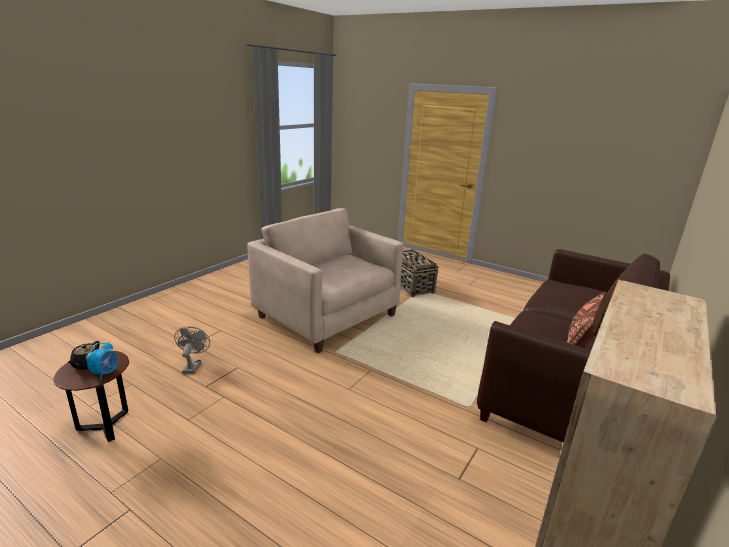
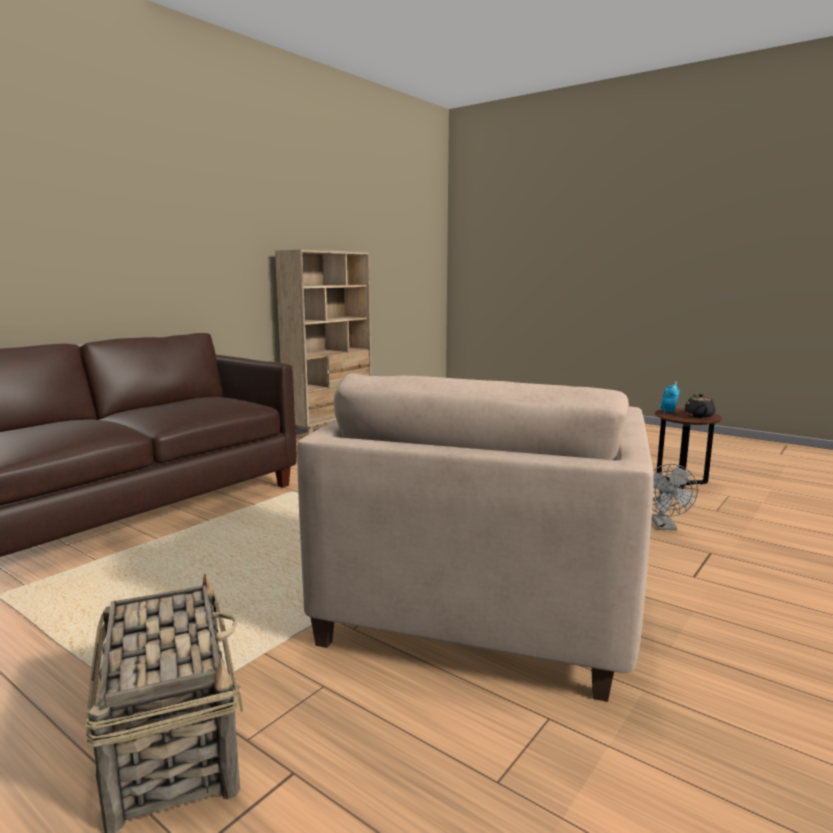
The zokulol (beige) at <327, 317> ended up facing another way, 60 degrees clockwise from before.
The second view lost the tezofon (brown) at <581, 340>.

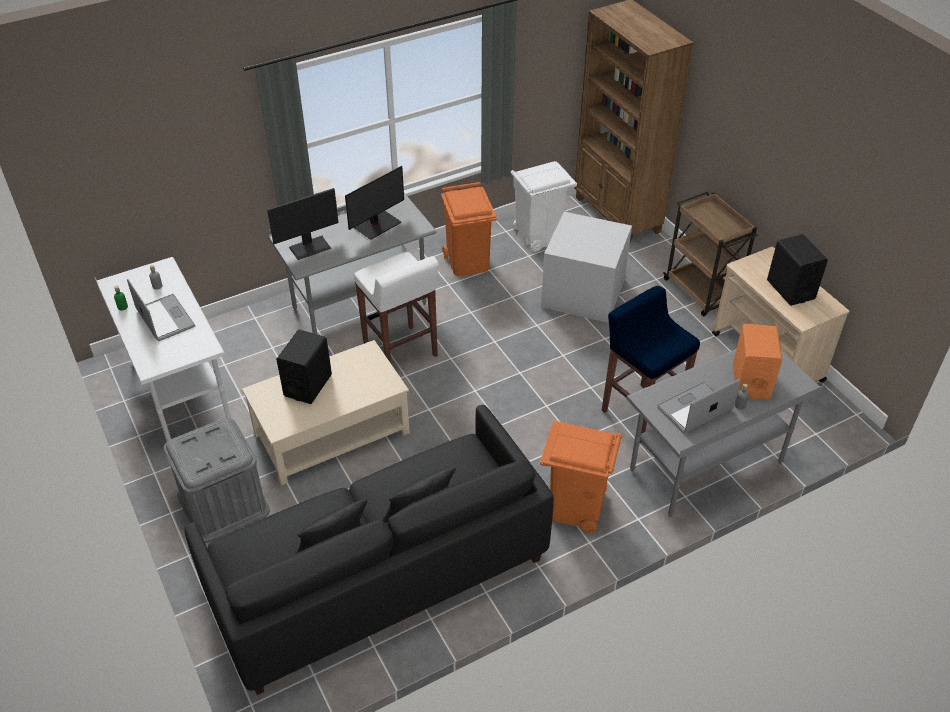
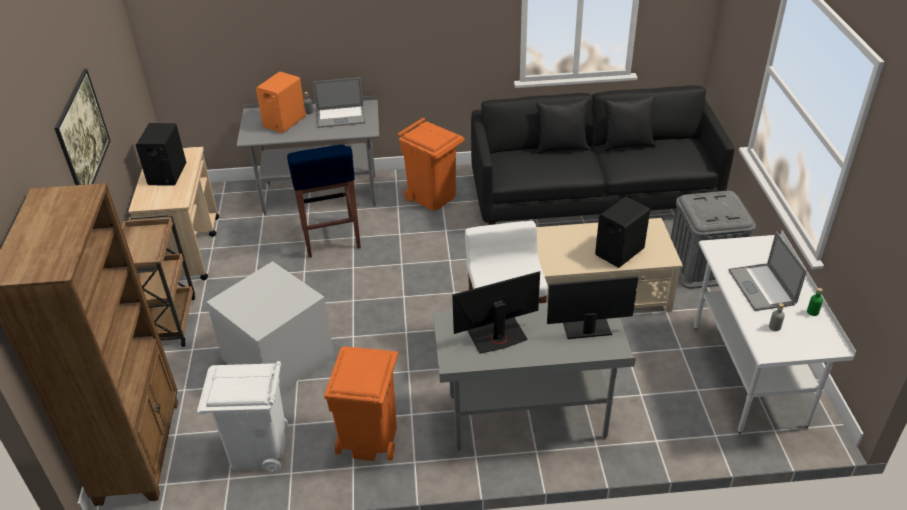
The second view gained the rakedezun at <89, 153>.

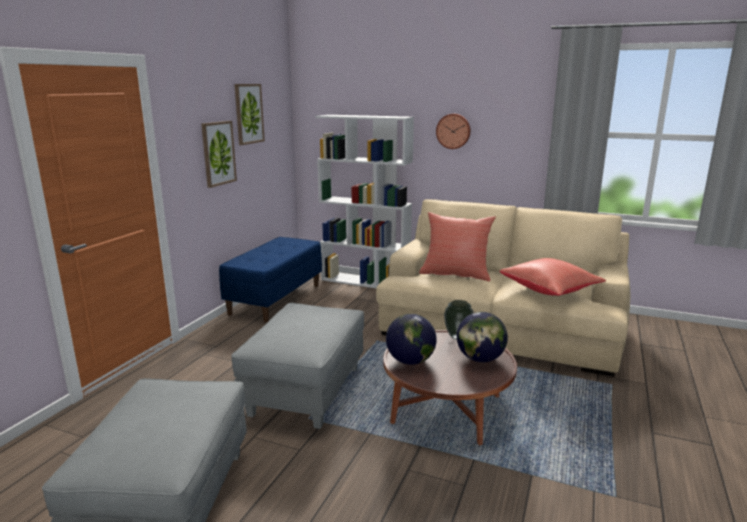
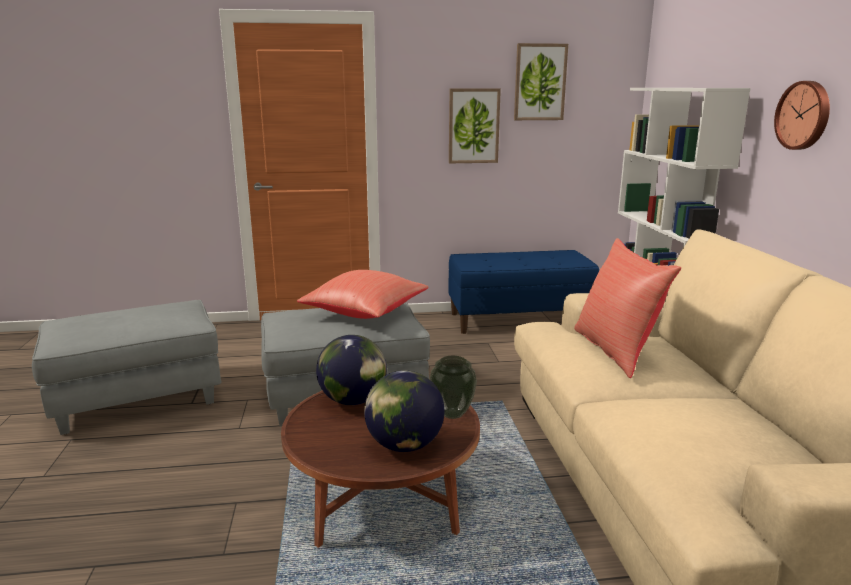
The tezofon (red) ended up elsewhere, having gone from <550, 290> to <366, 313>.

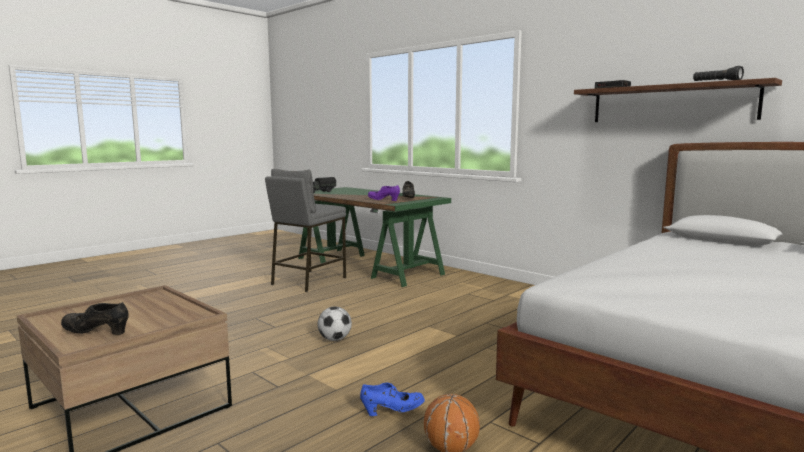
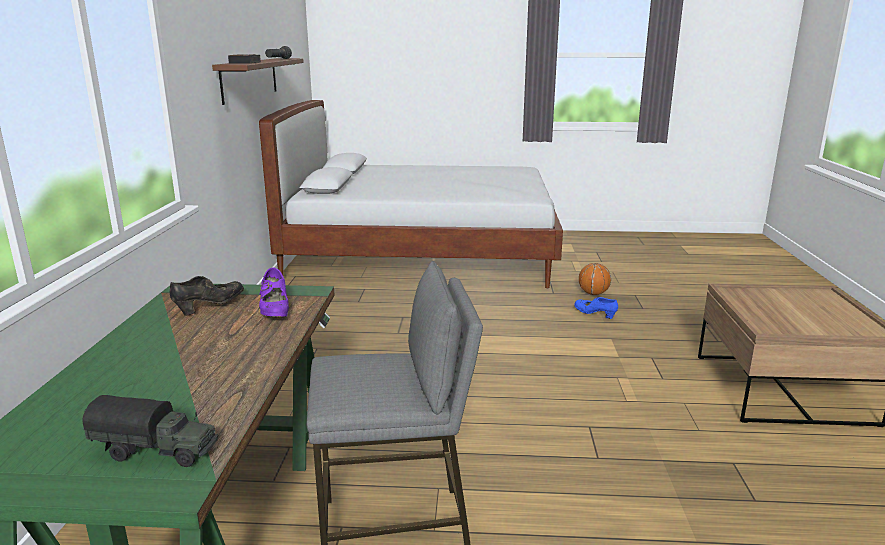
The second view lost the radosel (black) at <97, 333>.
The second view lost the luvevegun at <335, 339>.

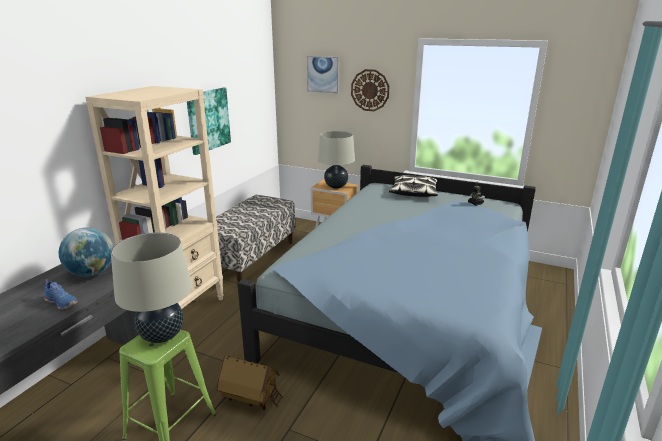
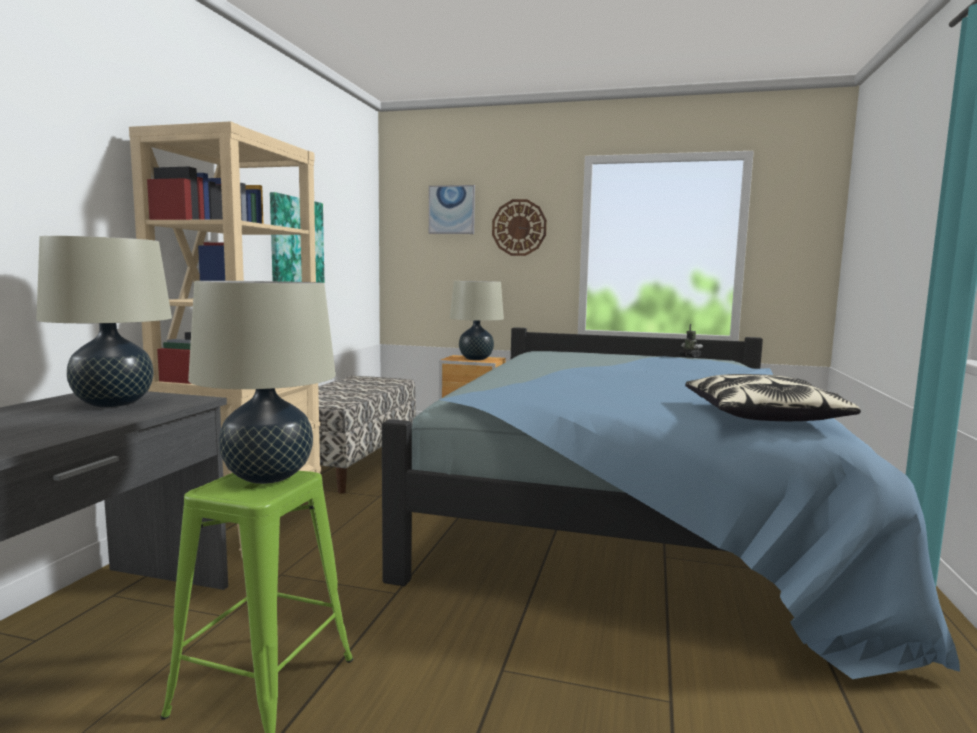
The second view lost the radosel (blue) at <62, 302>.
Where the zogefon stood at <92, 273>, the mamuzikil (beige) came to stand at <113, 403>.
The second view lost the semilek at <250, 399>.
The tezofon ended up elsewhere, having gone from <414, 192> to <761, 415>.

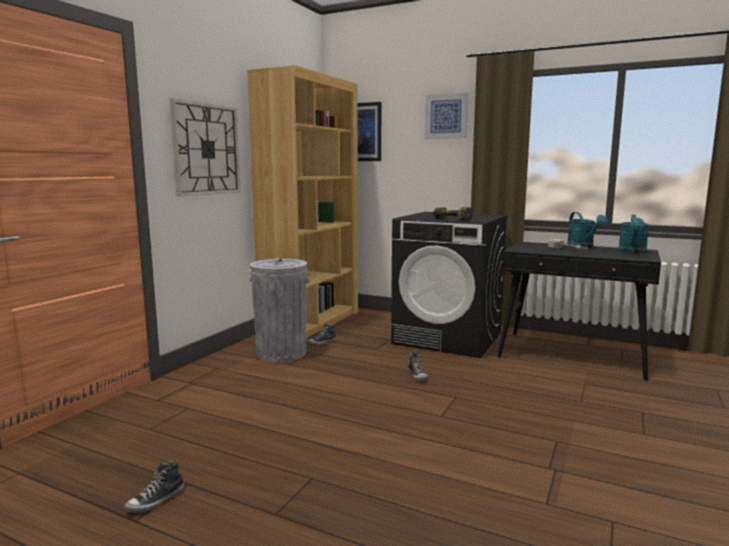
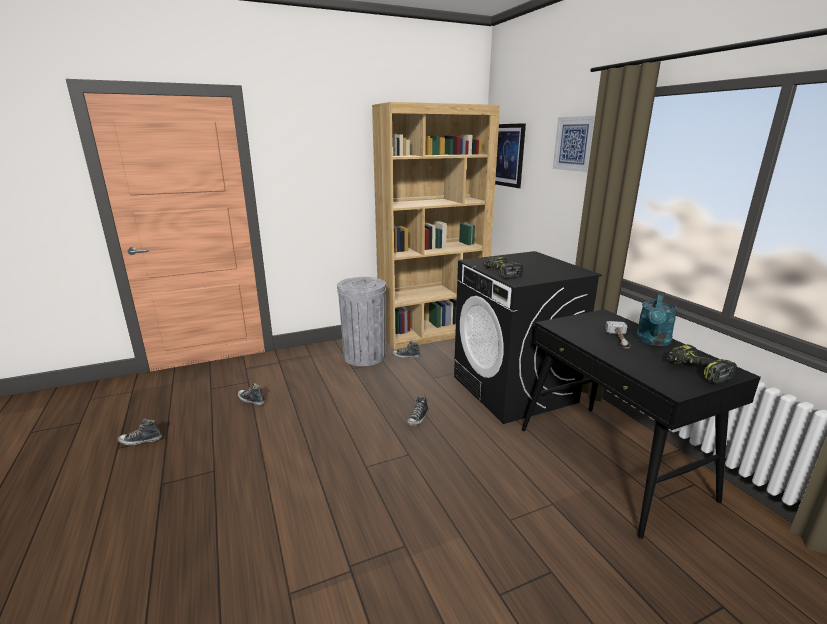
The second view lost the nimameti at <206, 149>.
Where the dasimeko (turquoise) stood at <632, 252>, the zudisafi came to stand at <695, 371>.
The second view gained the radosel at <251, 400>.

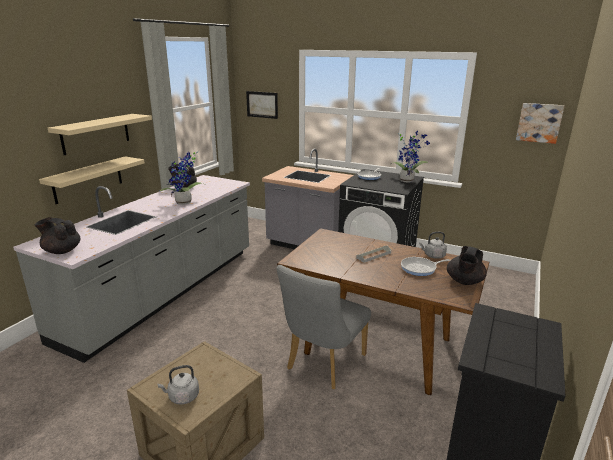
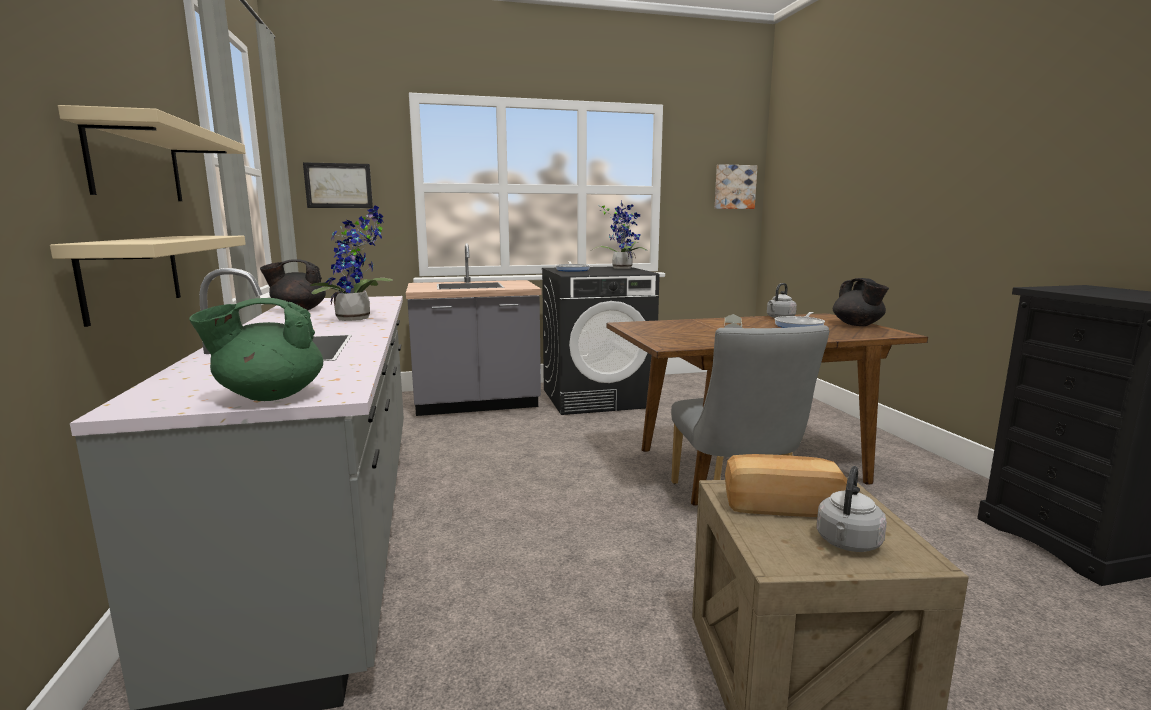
What was the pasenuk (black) at <62, 251> turned into the pasenuk (green) at <269, 396>.
The second view gained the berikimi at <781, 505>.

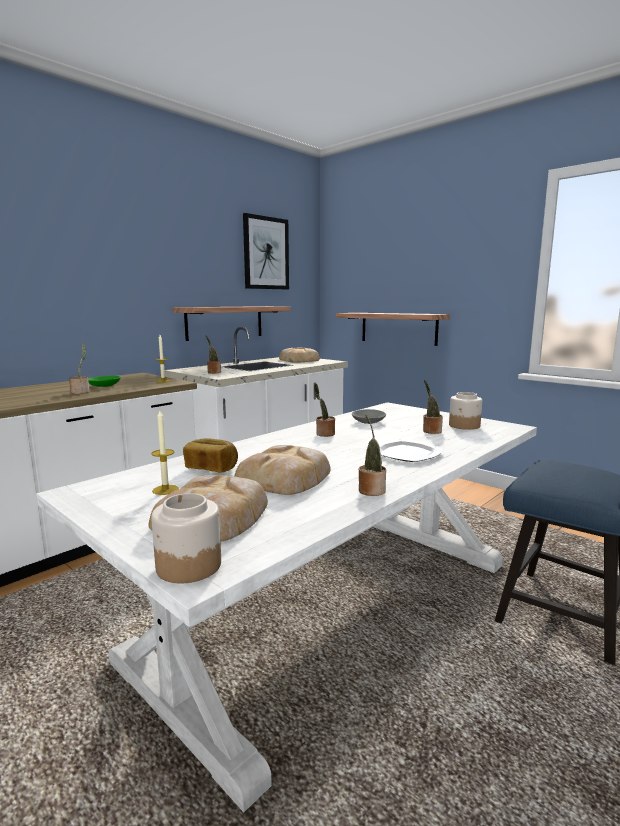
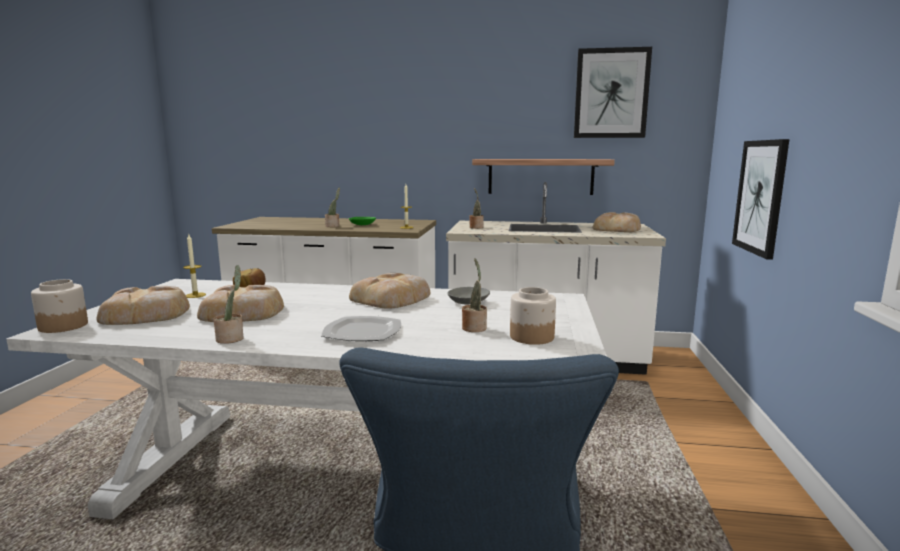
Where the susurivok stood at <324, 434>, the berikimi came to stand at <392, 298>.
Where the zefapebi hung at <398, 328>, the rakedezun came to hang at <760, 197>.

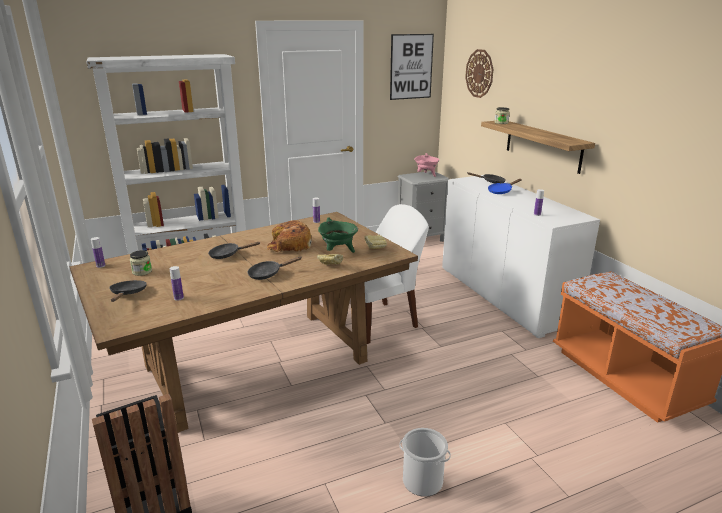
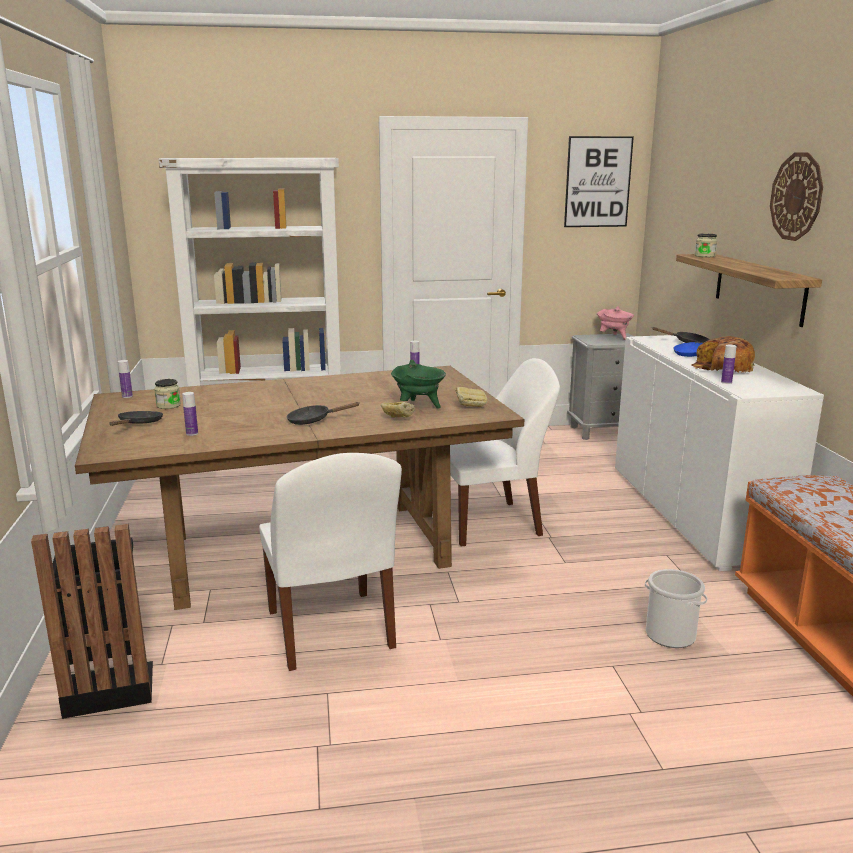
The second view lost the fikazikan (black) at <228, 255>.
The berikimi ended up elsewhere, having gone from <288, 246> to <721, 367>.
The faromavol ended up elsewhere, having gone from <422, 481> to <669, 635>.
The nimameti ended up elsewhere, having gone from <479, 73> to <796, 196>.
The second view gained the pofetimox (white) at <330, 632>.

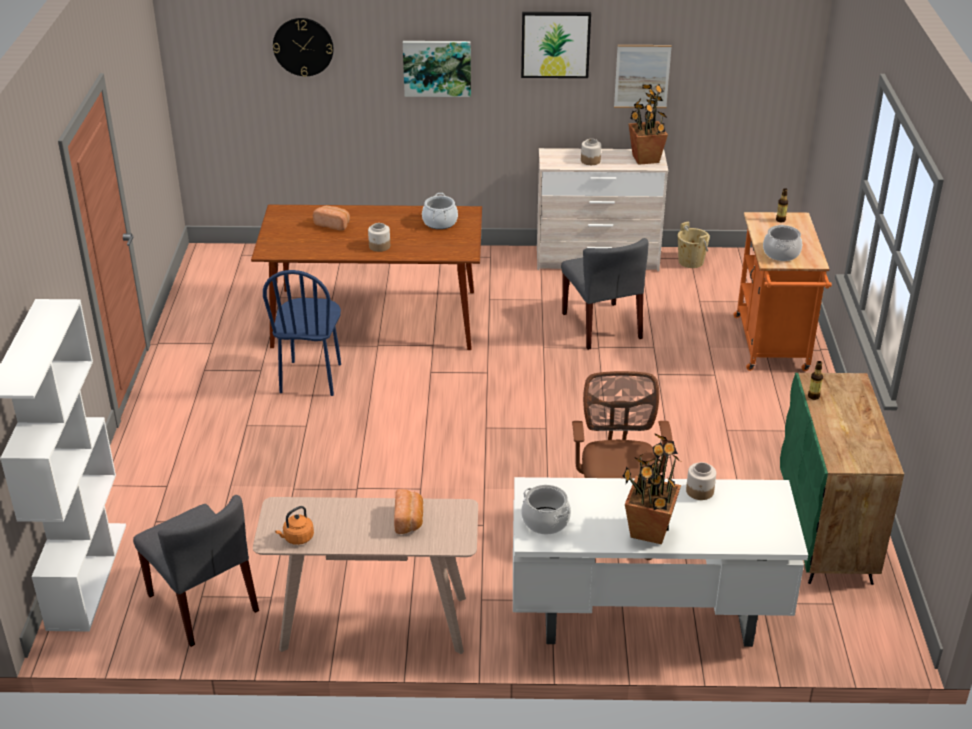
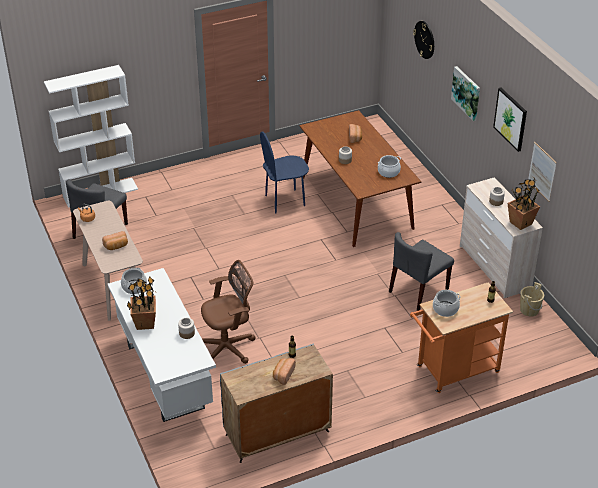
What was the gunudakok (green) at <826, 530> turned into the gunudakok (grey) at <277, 433>.
The second view gained the berikimi at <283, 375>.

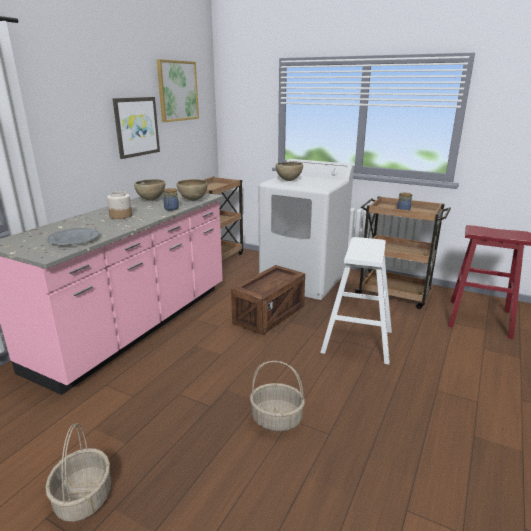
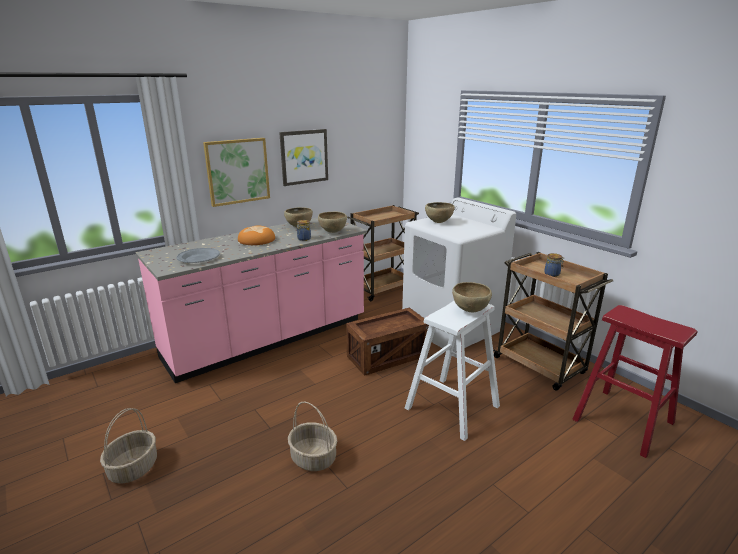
Where the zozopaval stood at <121, 216>, the berikimi came to stand at <257, 240>.
The rakedezun ended up elsewhere, having gone from <177, 91> to <237, 171>.
The second view gained the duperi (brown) at <470, 310>.

